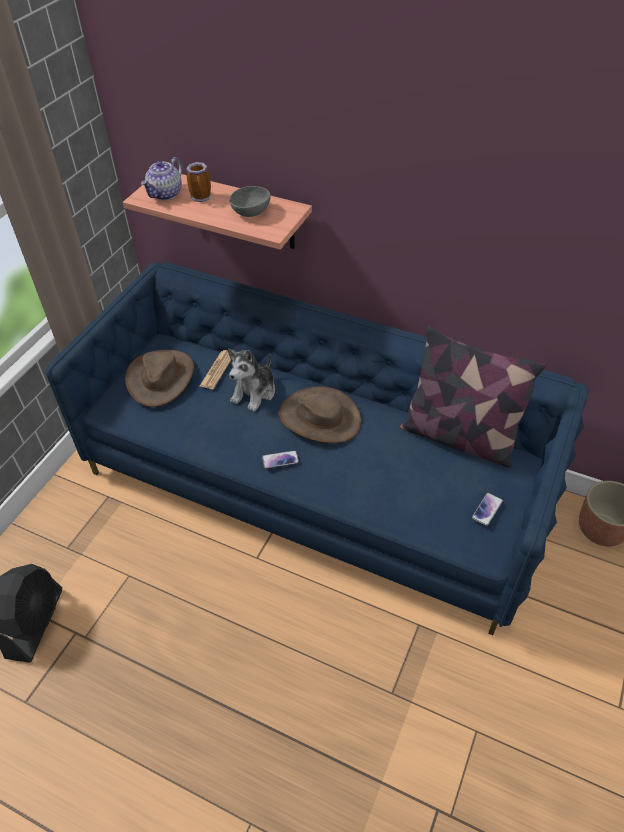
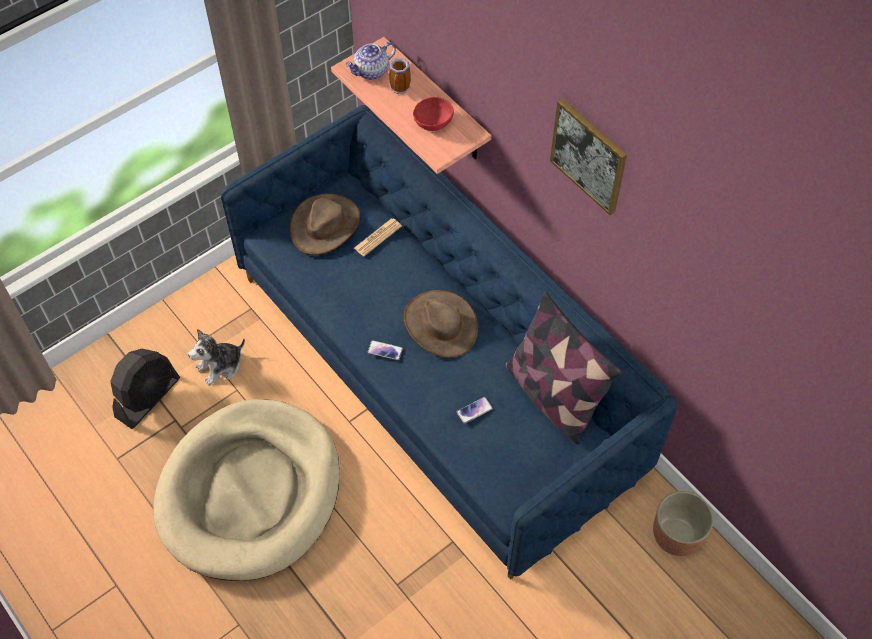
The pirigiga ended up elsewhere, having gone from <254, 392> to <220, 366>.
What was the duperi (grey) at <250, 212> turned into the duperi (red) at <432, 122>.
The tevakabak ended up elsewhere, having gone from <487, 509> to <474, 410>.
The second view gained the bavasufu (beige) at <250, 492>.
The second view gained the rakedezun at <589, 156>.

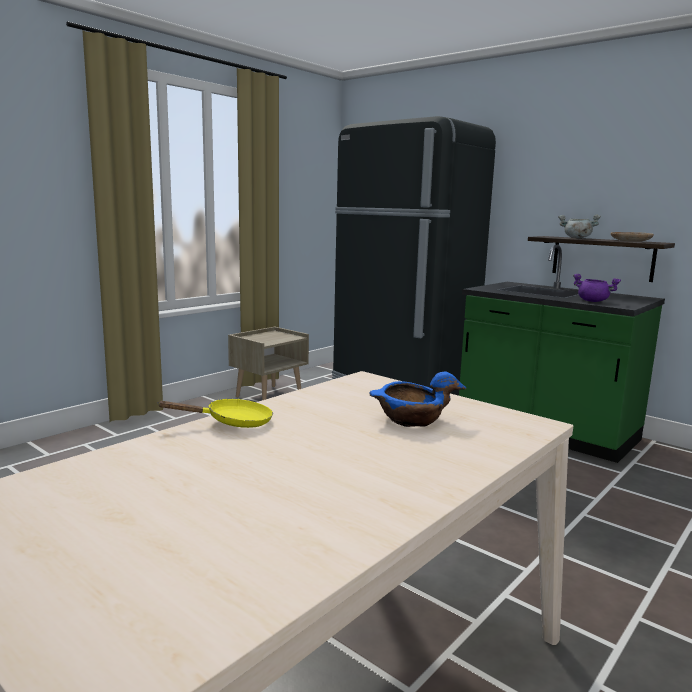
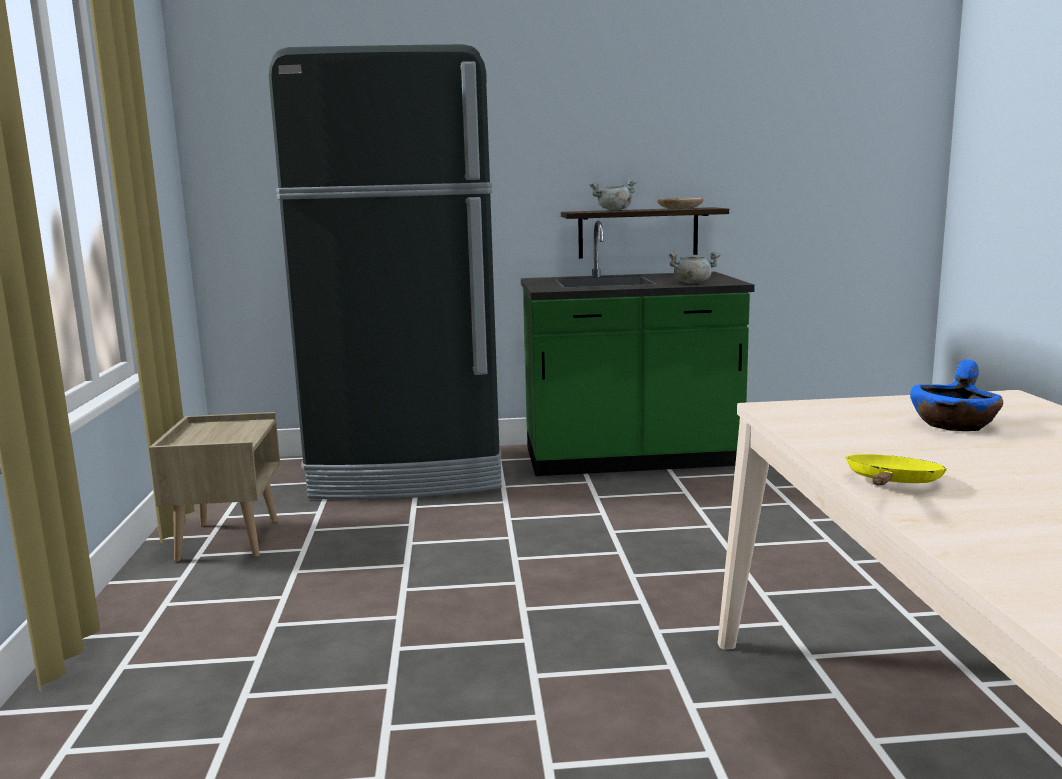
What was the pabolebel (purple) at <593, 301> turned into the pabolebel (grey) at <692, 283>.

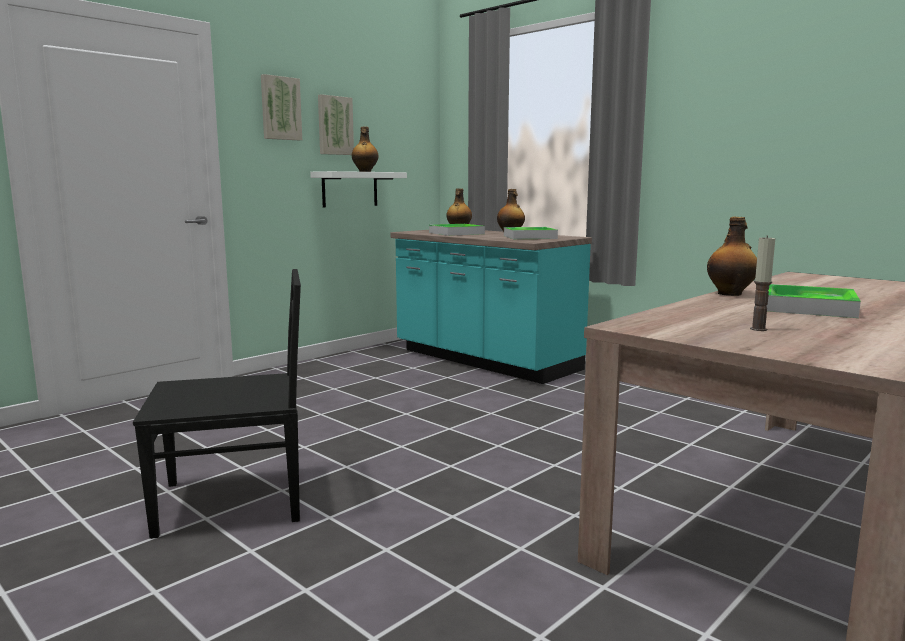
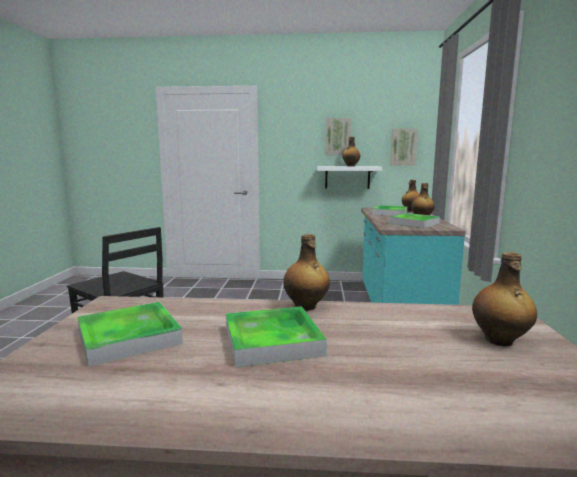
The rakedezun ended up elsewhere, having gone from <280, 108> to <403, 147>.
Where the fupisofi stood at <758, 329>, the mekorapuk came to stand at <129, 337>.
The second view gained the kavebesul at <499, 340>.

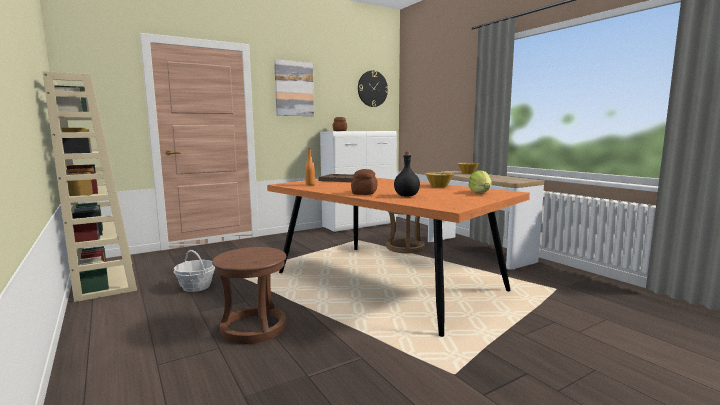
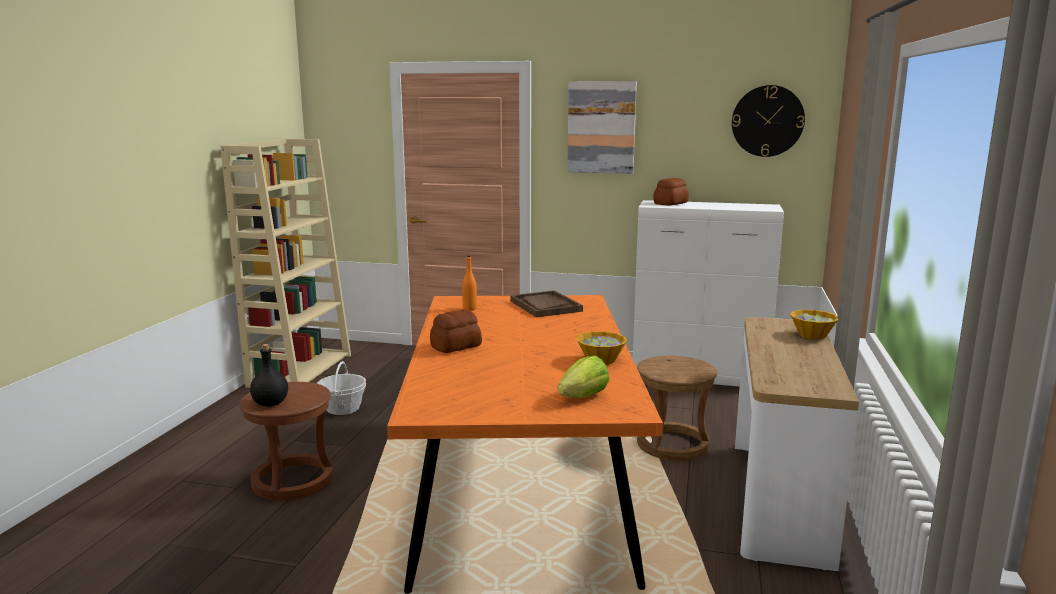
The kavebesul (black) ended up elsewhere, having gone from <406, 196> to <271, 403>.

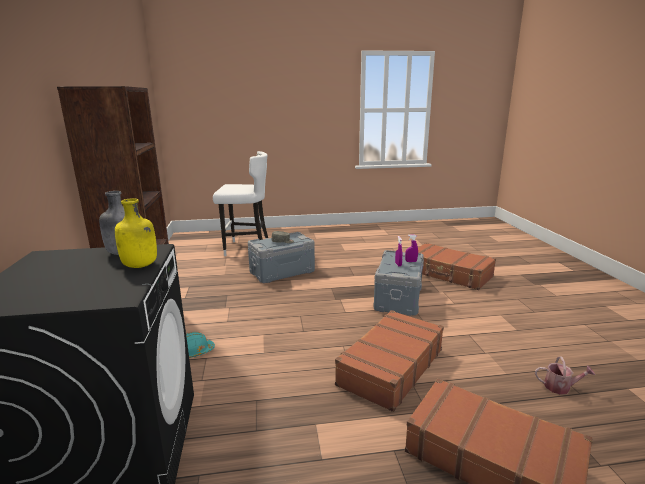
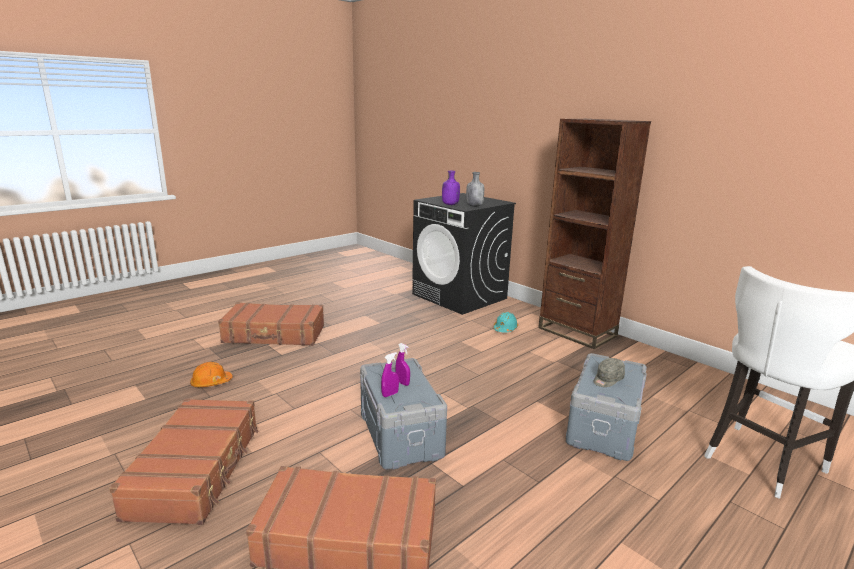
What was the kavebesul (yellow) at <140, 265> turned into the kavebesul (purple) at <450, 204>.
The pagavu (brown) ended up elsewhere, having gone from <390, 367> to <197, 470>.
Where the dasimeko stood at <560, 387>, the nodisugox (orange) came to stand at <211, 383>.

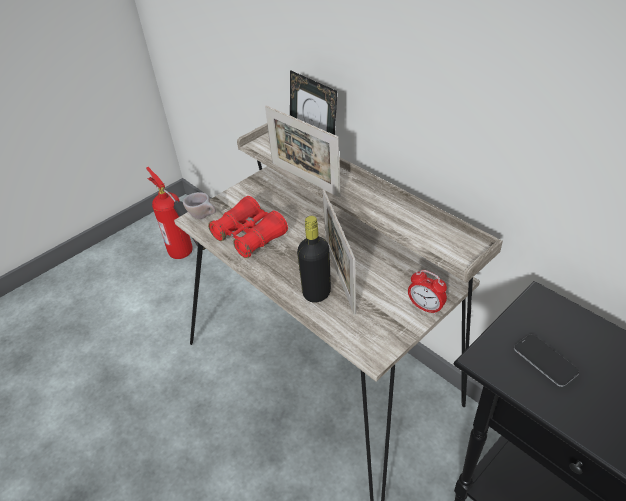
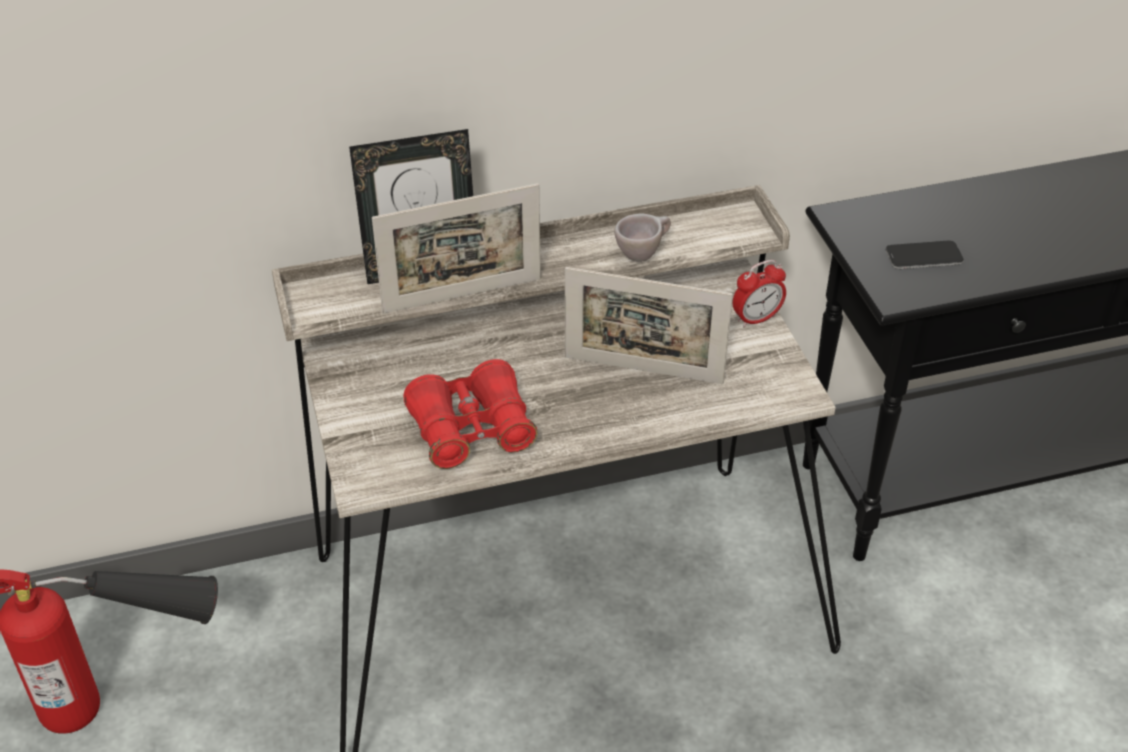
The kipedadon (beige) ended up elsewhere, having gone from <204, 216> to <643, 253>.
The second view lost the kavebesul (black) at <316, 293>.

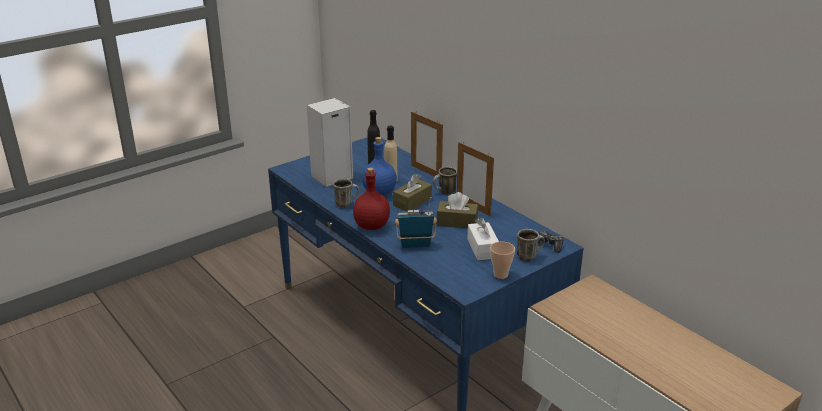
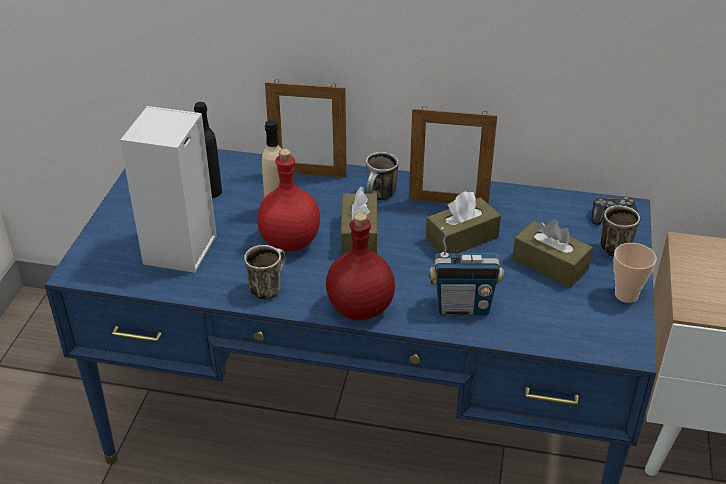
What was the kavebesul (blue) at <380, 192> turned into the kavebesul (red) at <290, 241>.
The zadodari at <415, 245> ended up facing another way, 135 degrees counterclockwise from before.
What was the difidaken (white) at <482, 248> turned into the difidaken (brown) at <550, 265>.

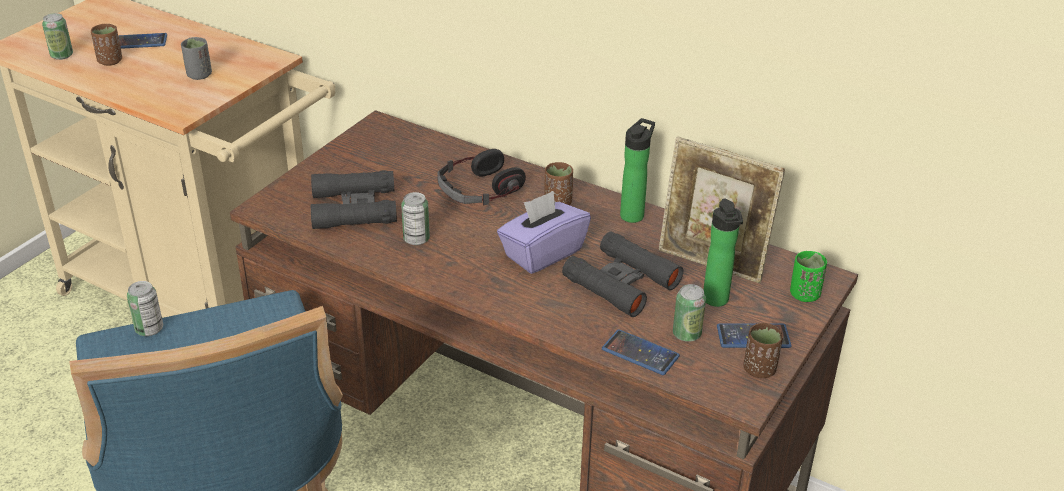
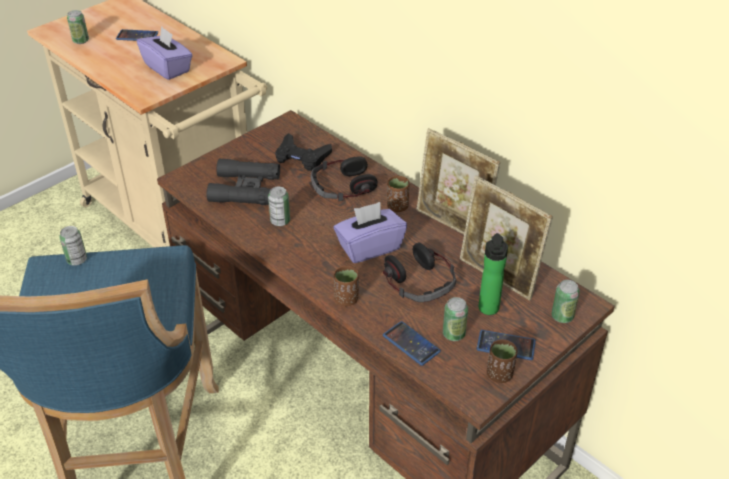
The kipedadon (brown) ended up elsewhere, having gone from <110, 61> to <346, 299>.
Where the kipedadon (grey) stood at <199, 75>, the difidaken (purple) came to stand at <168, 68>.
Where the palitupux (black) stood at <621, 282>, the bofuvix came to stand at <420, 281>.
Where the kavebesul stood at <633, 214>, the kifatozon came to stand at <452, 225>.
Where the kipedadon (green) stood at <804, 295>, the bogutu came to stand at <562, 316>.
The second view gained the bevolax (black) at <301, 157>.

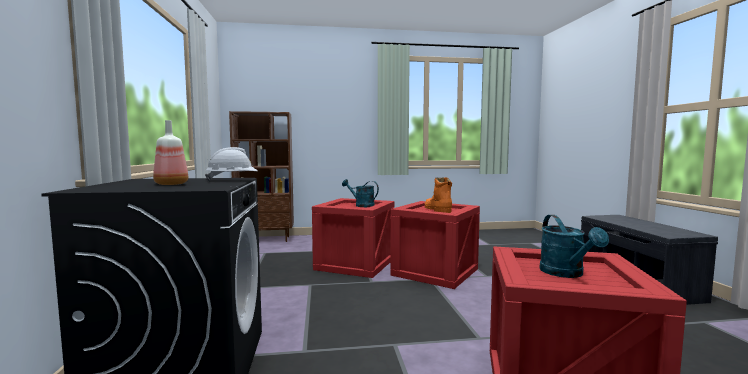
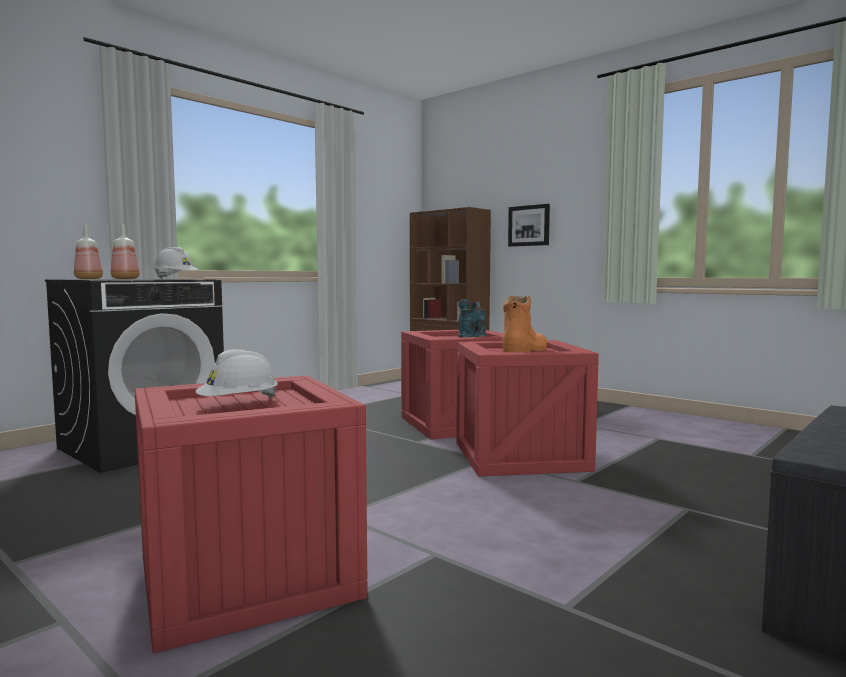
Where the dasimeko (turquoise) stood at <566, 274>, the nodisugox (white) came to stand at <239, 404>.
The second view gained the kavebesul at <89, 279>.
The second view gained the rakedezun at <529, 225>.

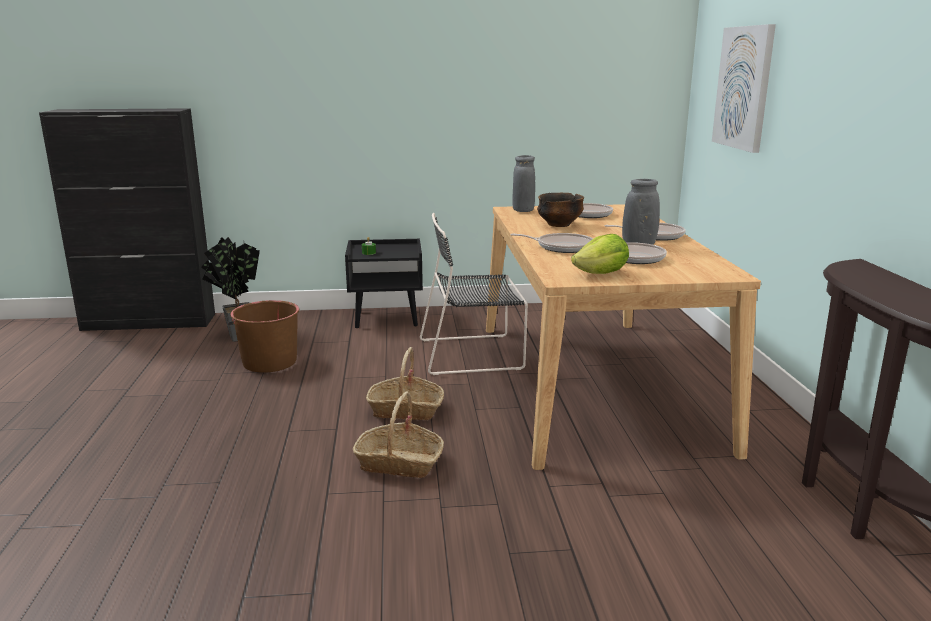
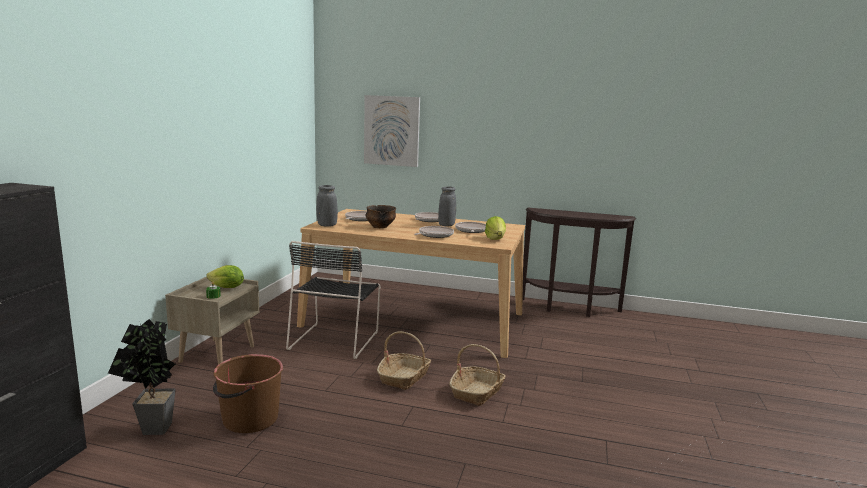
What was the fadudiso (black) at <387, 318> turned into the fadudiso (beige) at <217, 353>.
The second view gained the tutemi at <227, 288>.

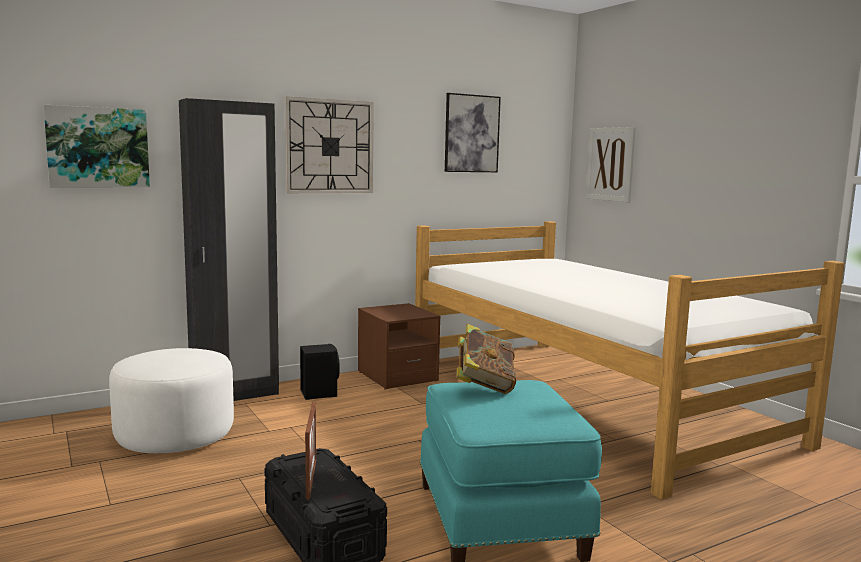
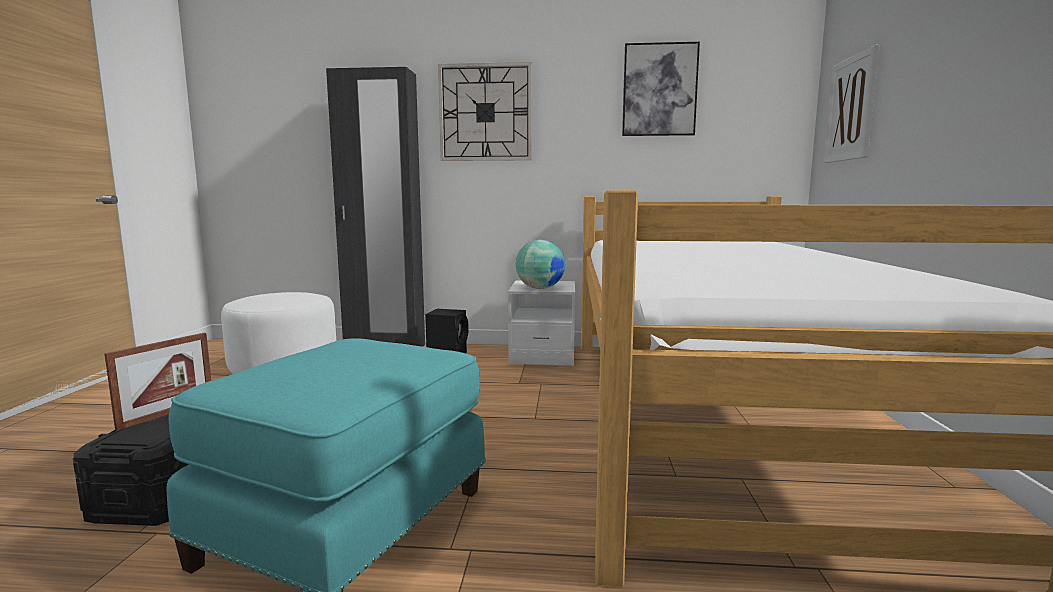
The second view lost the rakedezun at <98, 147>.
What was the fadudiso (brown) at <397, 376> turned into the fadudiso (white) at <543, 355>.
The second view lost the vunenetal at <484, 386>.
The second view gained the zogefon at <540, 288>.

